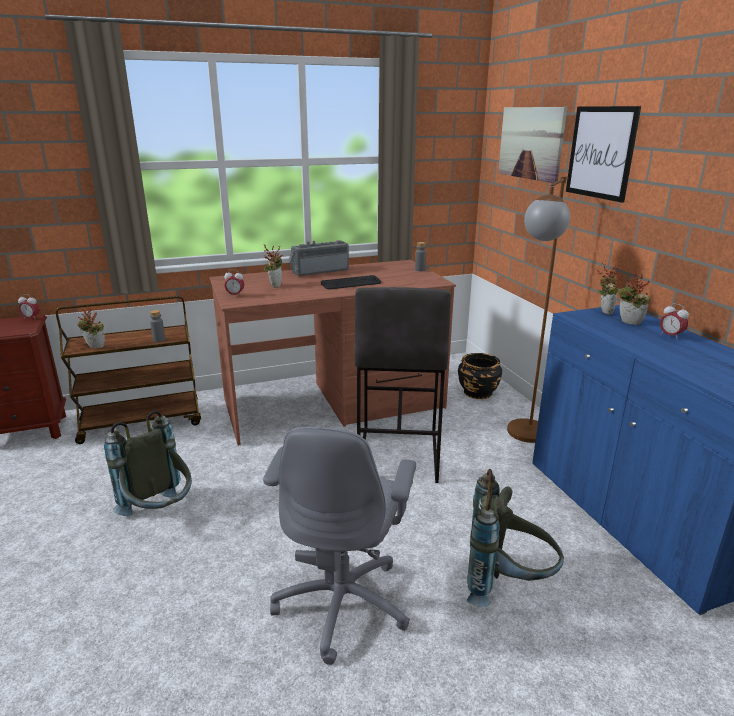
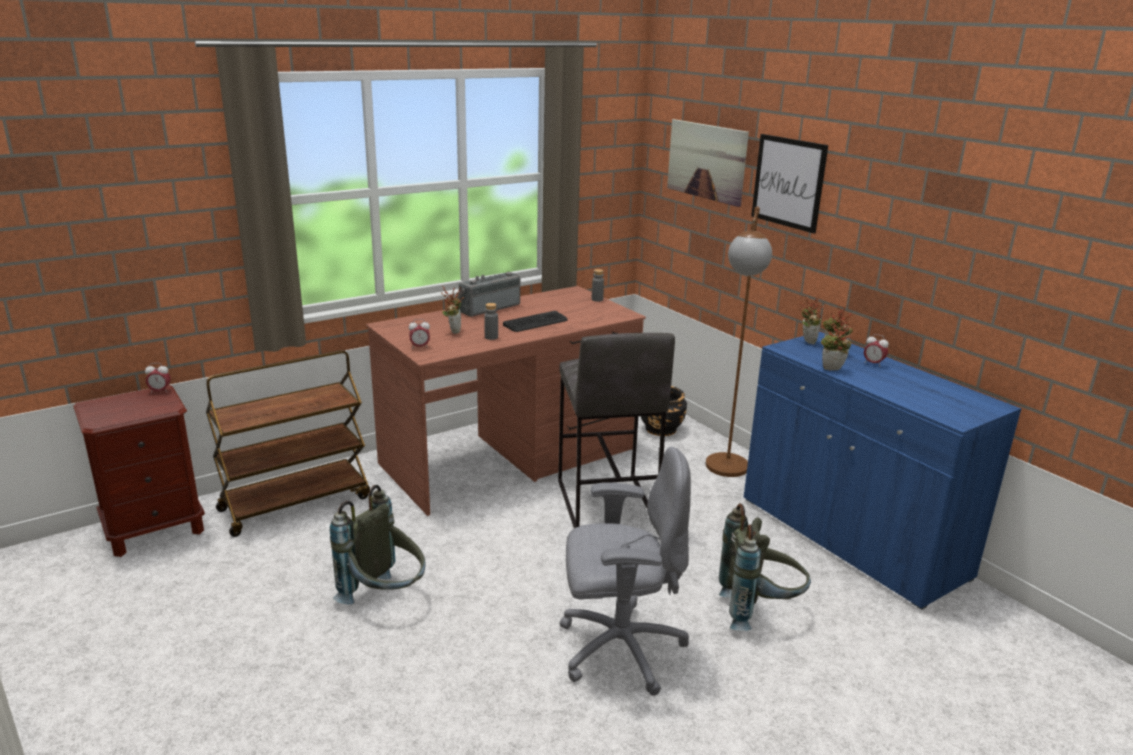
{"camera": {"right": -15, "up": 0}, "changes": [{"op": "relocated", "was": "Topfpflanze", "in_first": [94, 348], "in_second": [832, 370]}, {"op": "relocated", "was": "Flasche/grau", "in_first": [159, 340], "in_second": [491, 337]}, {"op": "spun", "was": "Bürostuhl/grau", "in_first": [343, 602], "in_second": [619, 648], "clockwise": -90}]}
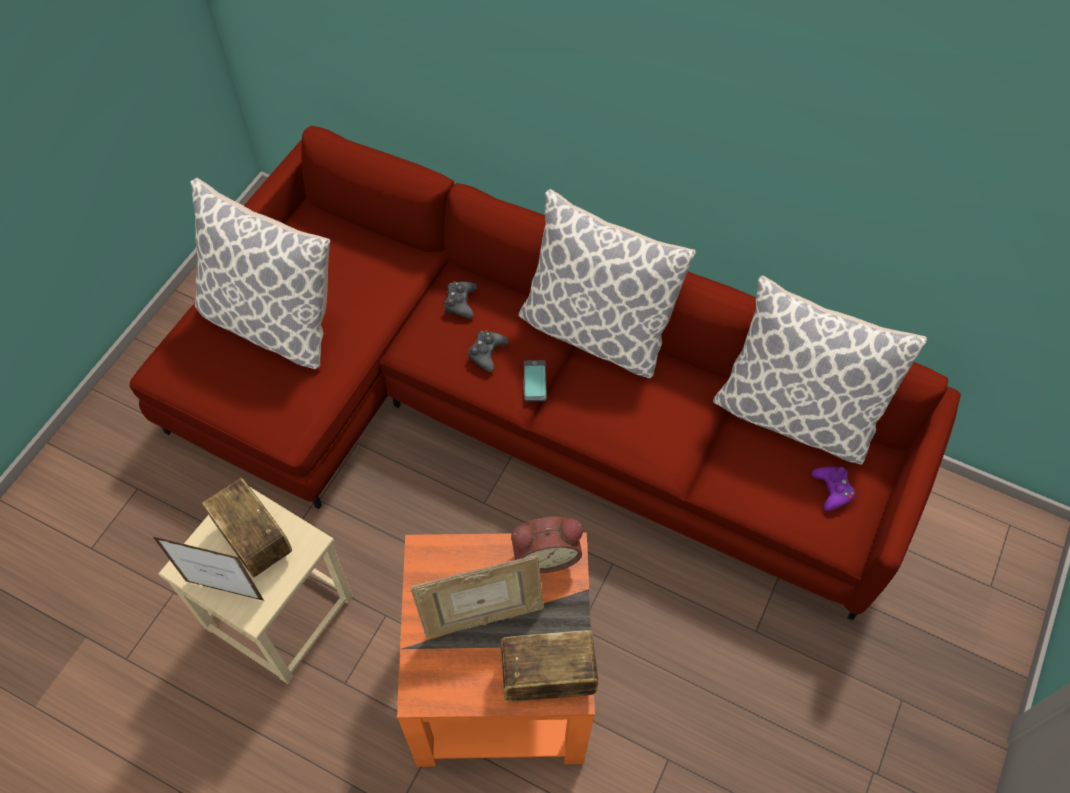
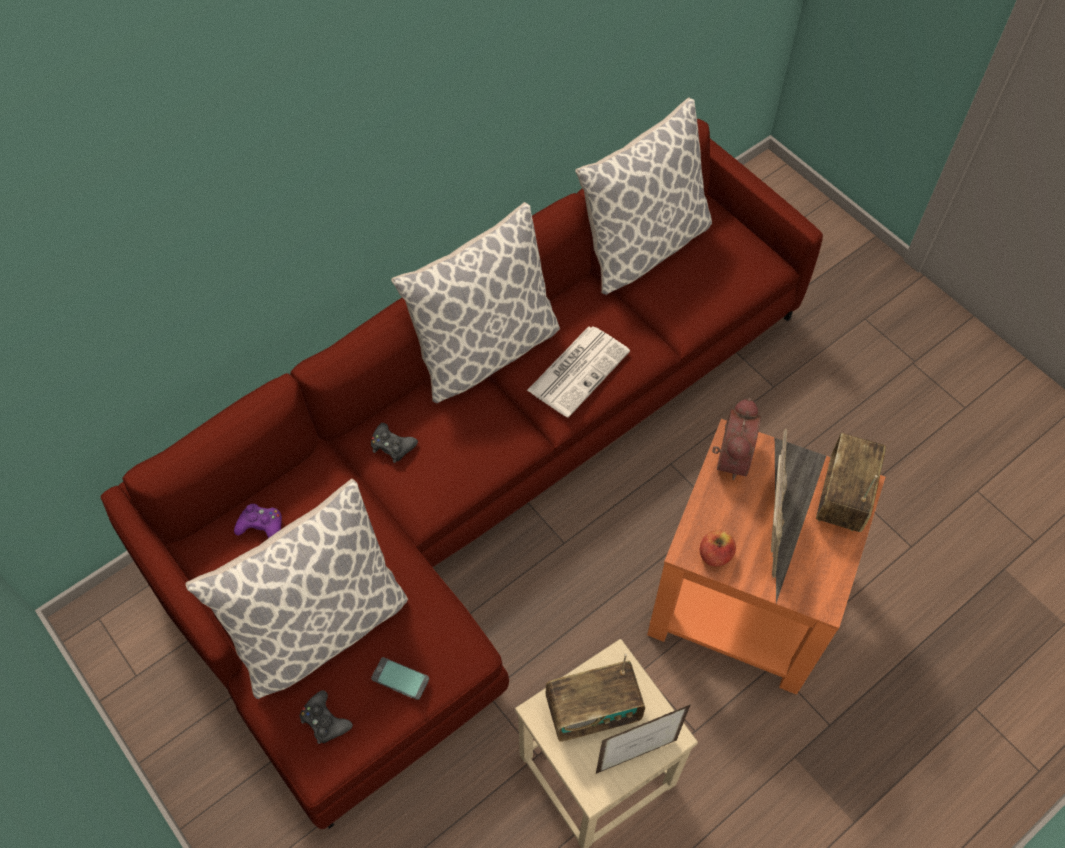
{"camera": {"right": -65, "up": 0}, "changes": [{"op": "relocated", "was": "Gamepad/schwarz", "in_first": [487, 353], "in_second": [324, 721]}, {"op": "relocated", "was": "Handy", "in_first": [534, 381], "in_second": [400, 679]}, {"op": "relocated", "was": "Gamepad/lila", "in_first": [832, 490], "in_second": [261, 526]}, {"op": "spun", "was": "Bilderrahmen", "in_first": [224, 591], "in_second": [636, 756], "clockwise": -150}, {"op": "appeared", "now": "Zeitung", "in_second": [579, 370]}, {"op": "appeared", "now": "Apfel", "in_second": [715, 555]}]}
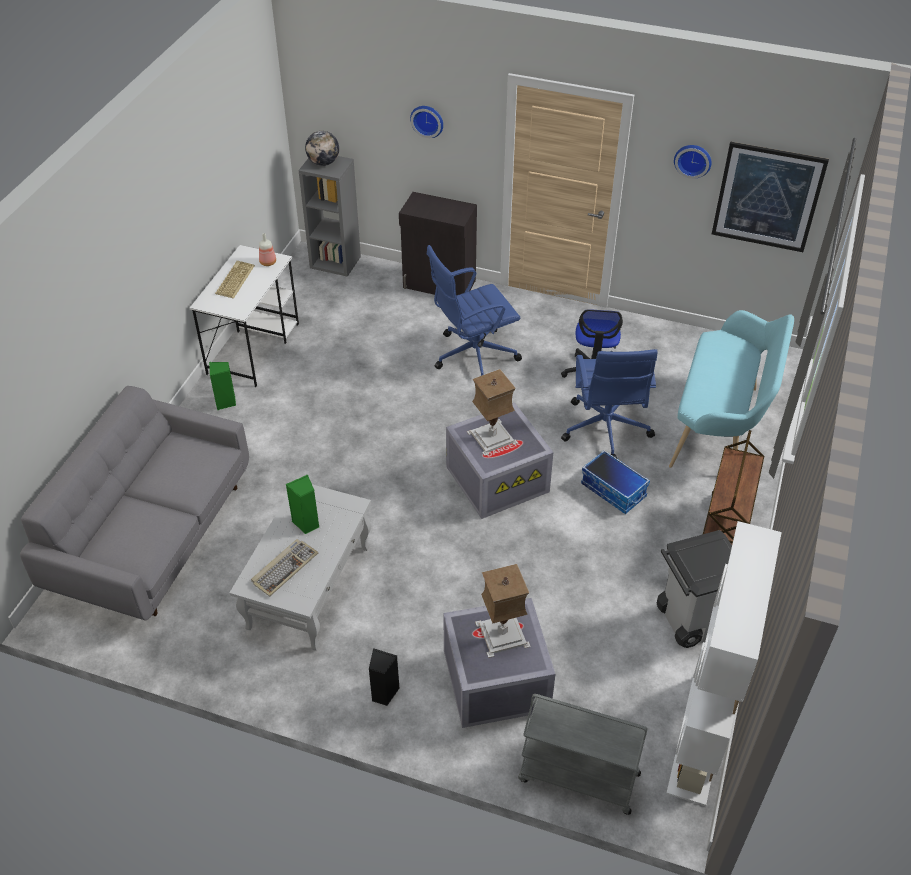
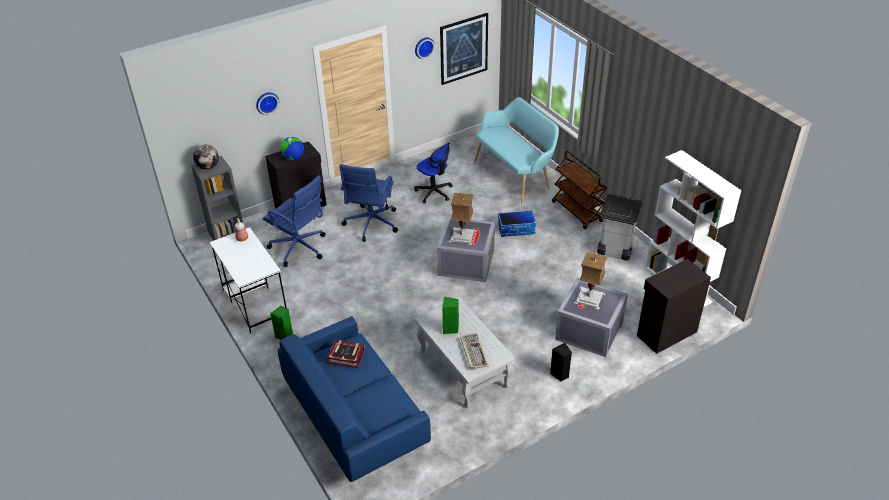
{"camera": {"right": -50, "up": -5}, "changes": [{"op": "missing", "was": "Tastatur", "in_first": [234, 279]}, {"op": "relocated", "was": "Bürostuhl/blau", "in_first": [605, 430], "in_second": [300, 248]}, {"op": "colour", "was": "Sofa/grau", "now": "Sofa/blau", "in_first": [153, 535], "in_second": [355, 417]}, {"op": "exchanged", "was": "Rollwagen/grau", "now": "Schrank/schwarz", "in_first": [577, 777], "in_second": [665, 333]}, {"op": "appeared", "now": "Globus", "in_second": [293, 158]}, {"op": "appeared", "now": "Buch", "in_second": [346, 356]}]}
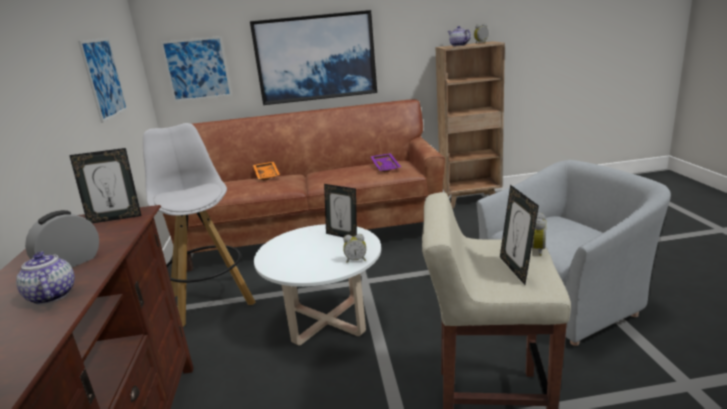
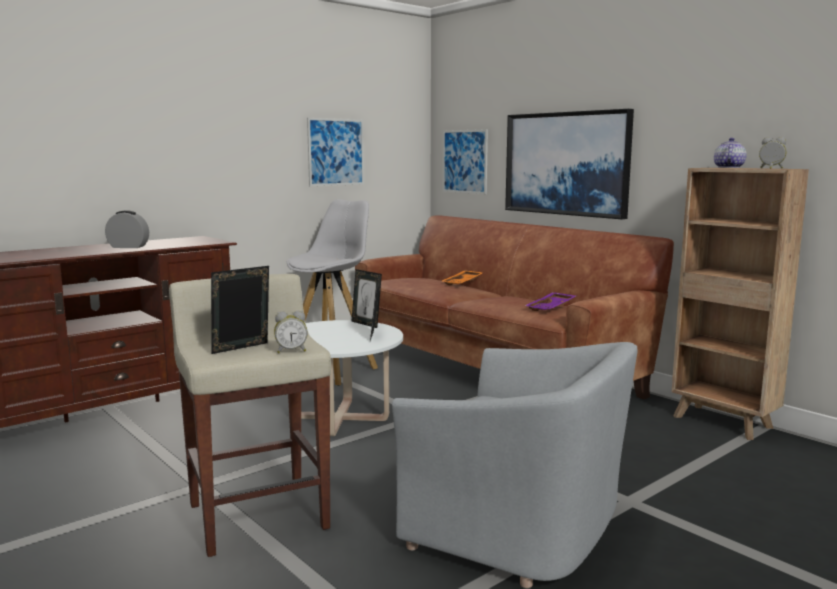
{"camera": {"right": 55, "up": -10}, "changes": [{"op": "relocated", "was": "Bilderrahmen", "in_first": [115, 218], "in_second": [366, 324]}, {"op": "missing", "was": "Wecker", "in_first": [356, 260]}, {"op": "missing", "was": "Teekanne", "in_first": [51, 295]}]}
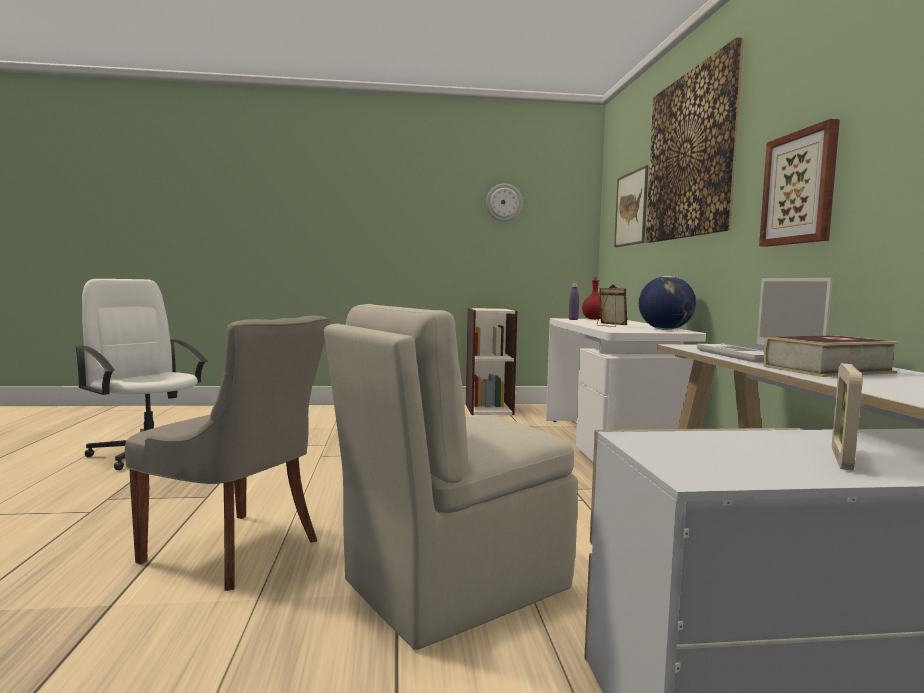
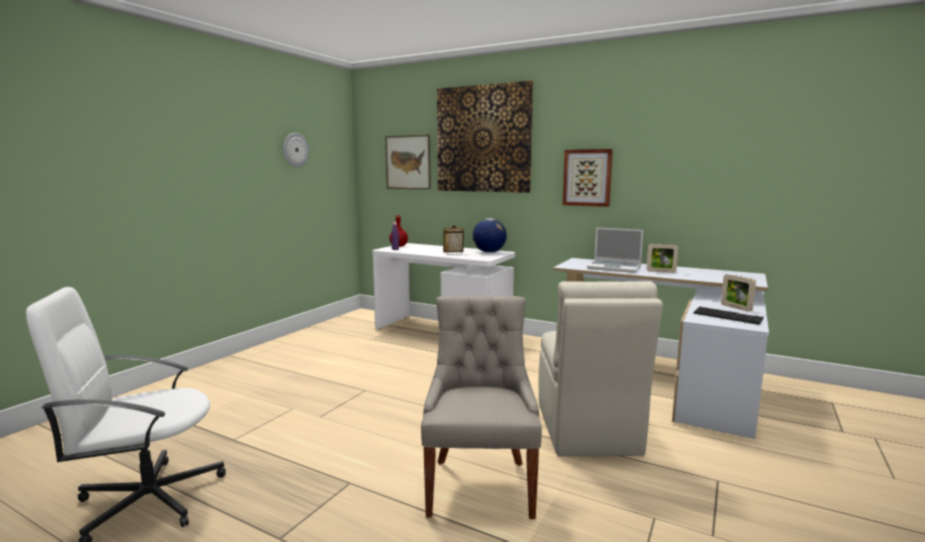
{"camera": {"right": -55, "up": 5}, "changes": [{"op": "missing", "was": "Bücherregal", "in_first": [489, 409]}, {"op": "spun", "was": "Stuhl/grau", "in_first": [236, 550], "in_second": [480, 485], "clockwise": -60}, {"op": "exchanged", "was": "Buch", "now": "Bilderrahmen", "in_first": [827, 369], "in_second": [661, 271]}, {"op": "appeared", "now": "Tastatur", "in_second": [727, 317]}]}
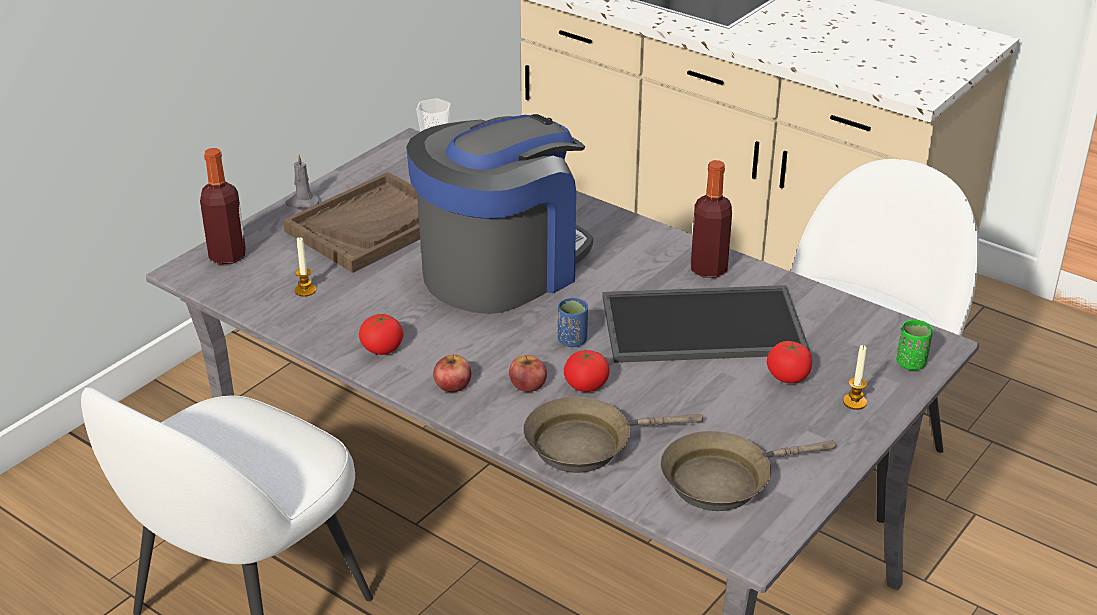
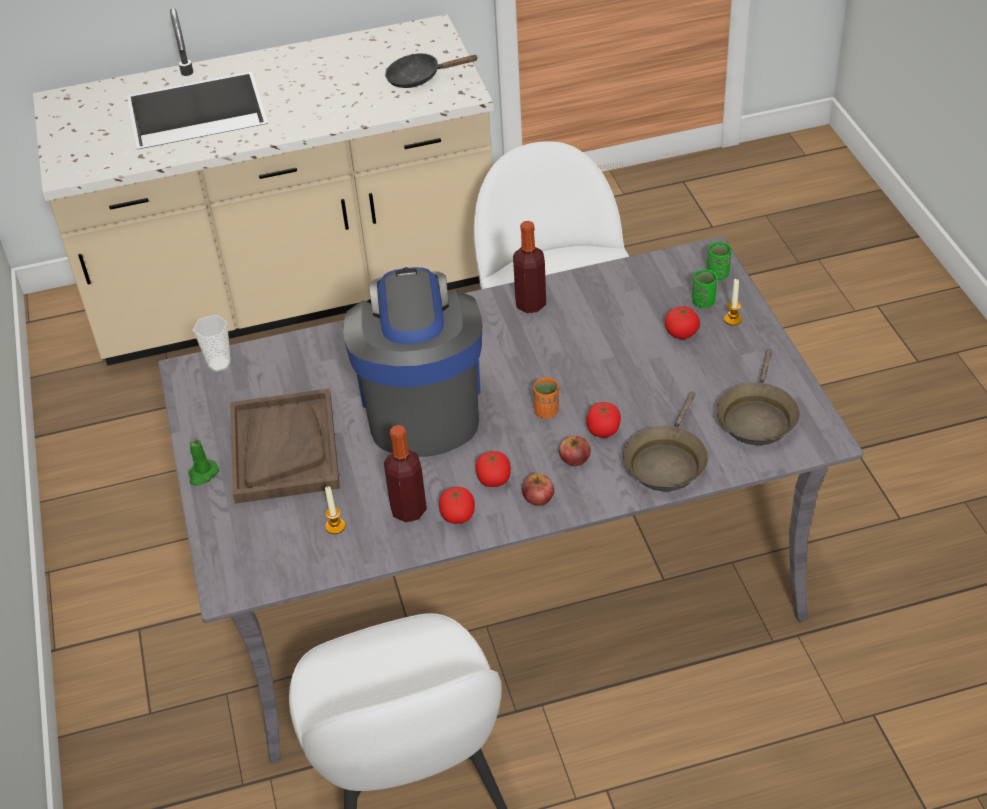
{"camera": {"right": -50, "up": 10}, "changes": [{"op": "relocated", "was": "Flasche", "in_first": [227, 256], "in_second": [408, 510]}, {"op": "colour", "was": "Kerze/grau", "now": "Kerze/grün", "in_first": [302, 202], "in_second": [202, 474]}, {"op": "missing", "was": "Tablett", "in_first": [701, 327]}, {"op": "colour", "was": "Tasse/blau", "now": "Tasse/orange", "in_first": [572, 341], "in_second": [546, 412]}, {"op": "appeared", "now": "Pfanne/schwarz", "in_second": [419, 78]}, {"op": "appeared", "now": "Tasse/grün", "in_second": [703, 302]}, {"op": "appeared", "now": "Tomate", "in_second": [494, 480]}]}
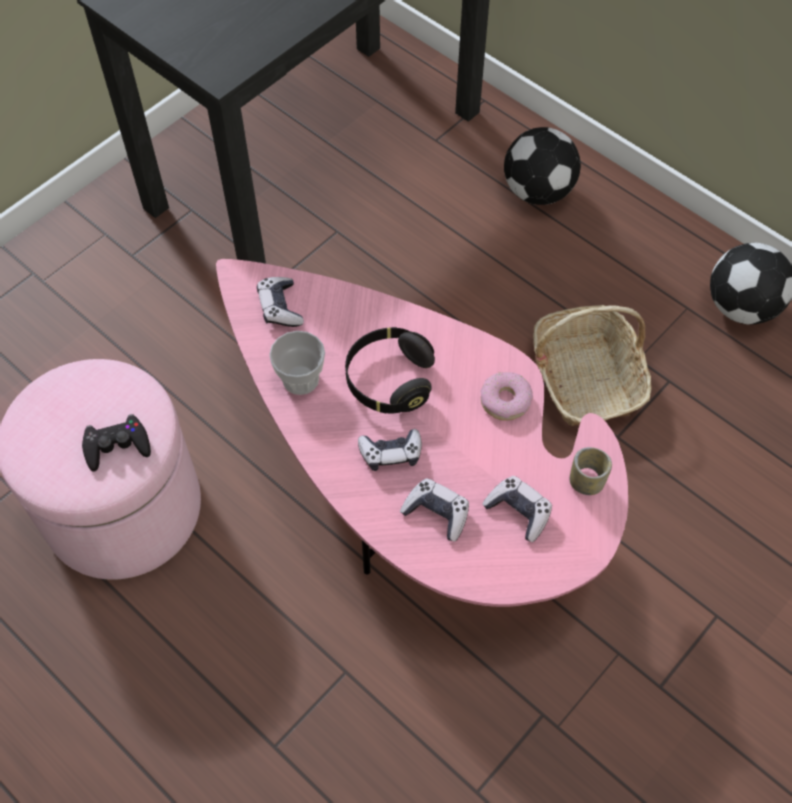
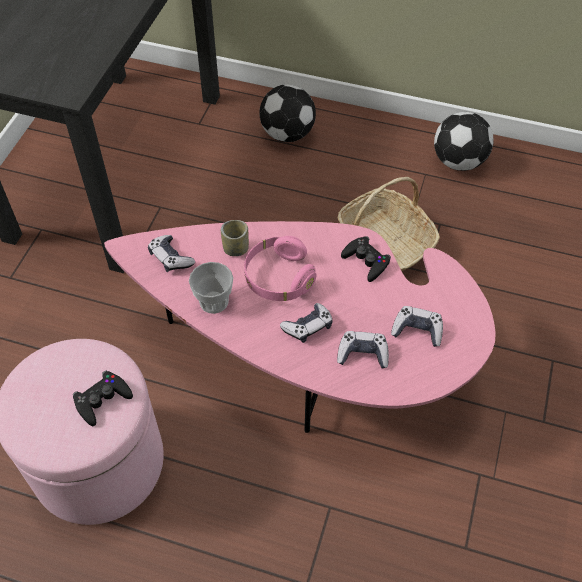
{"camera": {"right": -25, "up": -5}, "changes": [{"op": "colour", "was": "Kopfhörer/schwarz", "now": "Kopfhörer/rosa", "in_first": [389, 380], "in_second": [278, 278]}, {"op": "exchanged", "was": "Donut", "now": "Gamepad/schwarz", "in_first": [505, 400], "in_second": [366, 261]}, {"op": "relocated", "was": "Tasse", "in_first": [586, 482], "in_second": [236, 249]}]}
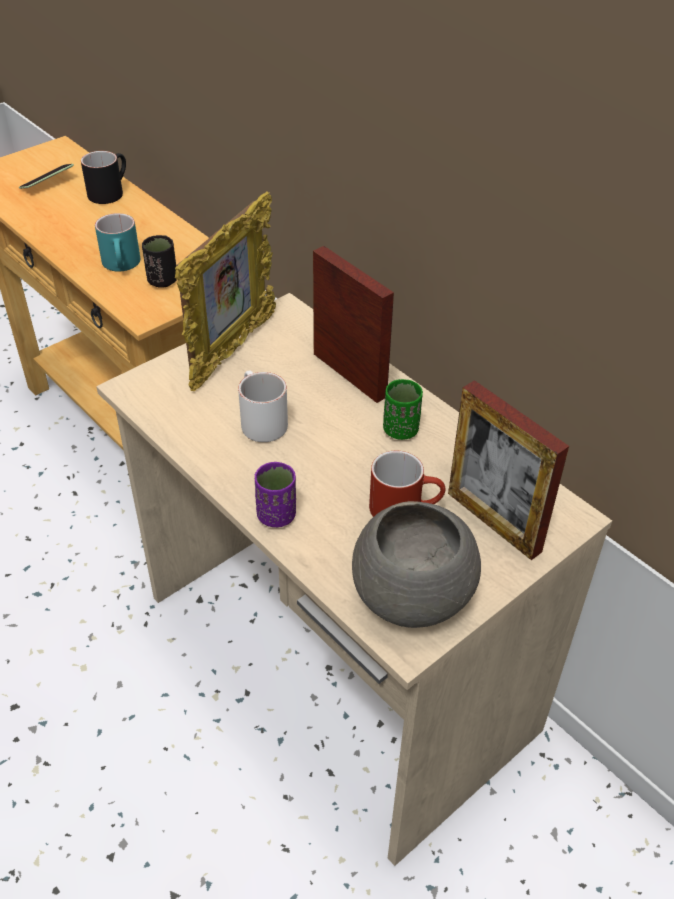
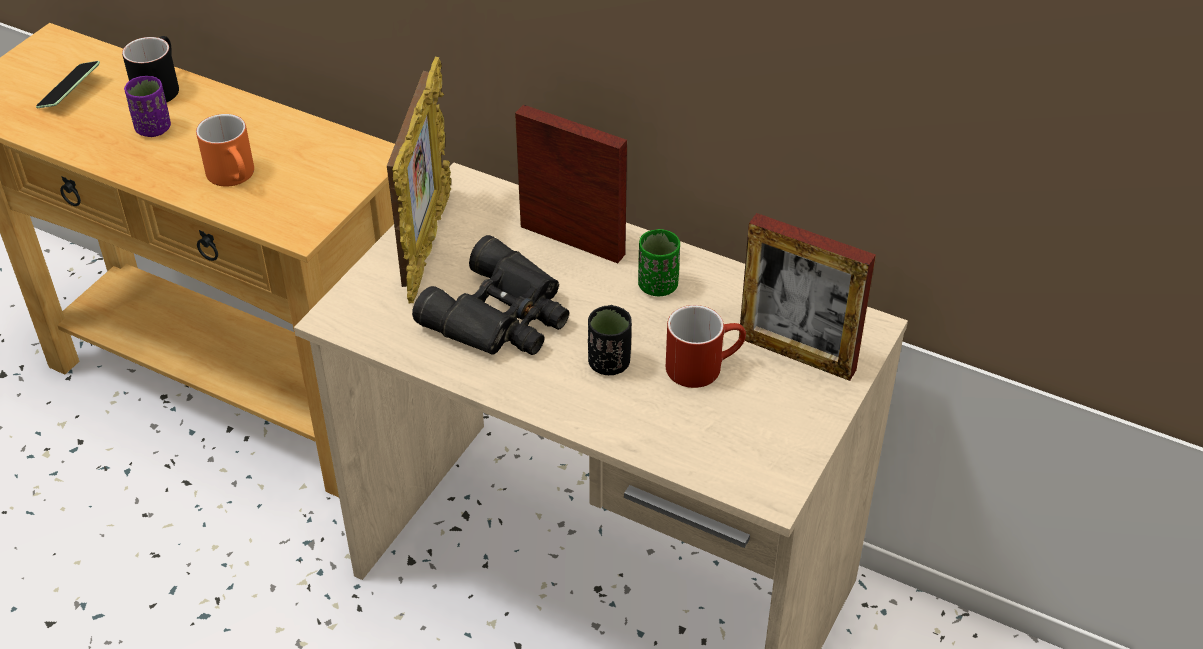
{"camera": {"right": -20, "up": 0}, "changes": [{"op": "colour", "was": "Henkelbecher/türkis", "now": "Henkelbecher/orange", "in_first": [123, 265], "in_second": [236, 176]}, {"op": "relocated", "was": "Tasse/schwarz", "in_first": [162, 281], "in_second": [609, 363]}, {"op": "exchanged", "was": "Henkelbecher/weiß", "now": "Fernglas/schwarz", "in_first": [259, 421], "in_second": [502, 316]}, {"op": "relocated", "was": "Tasse/lila", "in_first": [276, 515], "in_second": [153, 129]}, {"op": "missing", "was": "Schüssel/grau", "in_first": [411, 596]}]}
